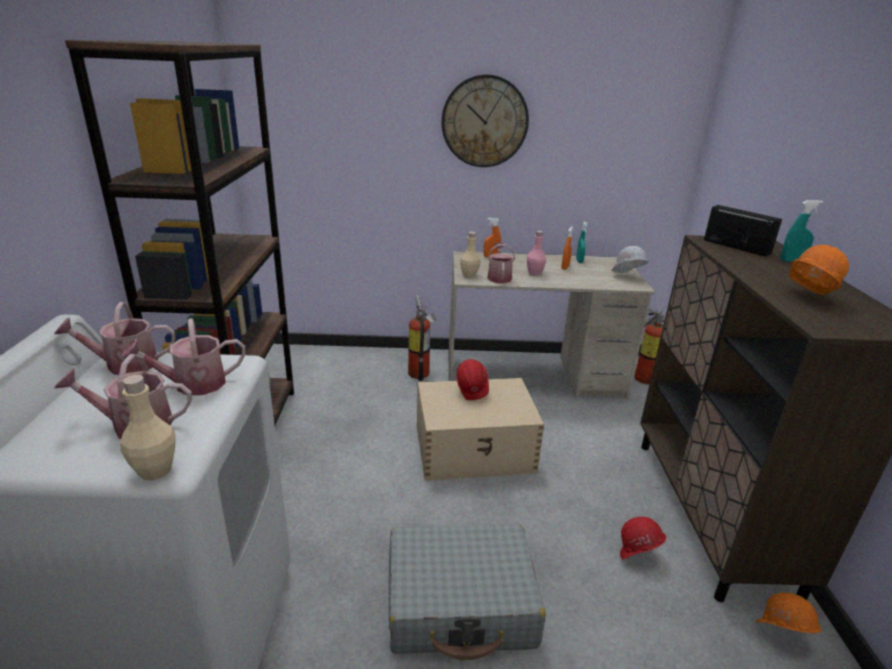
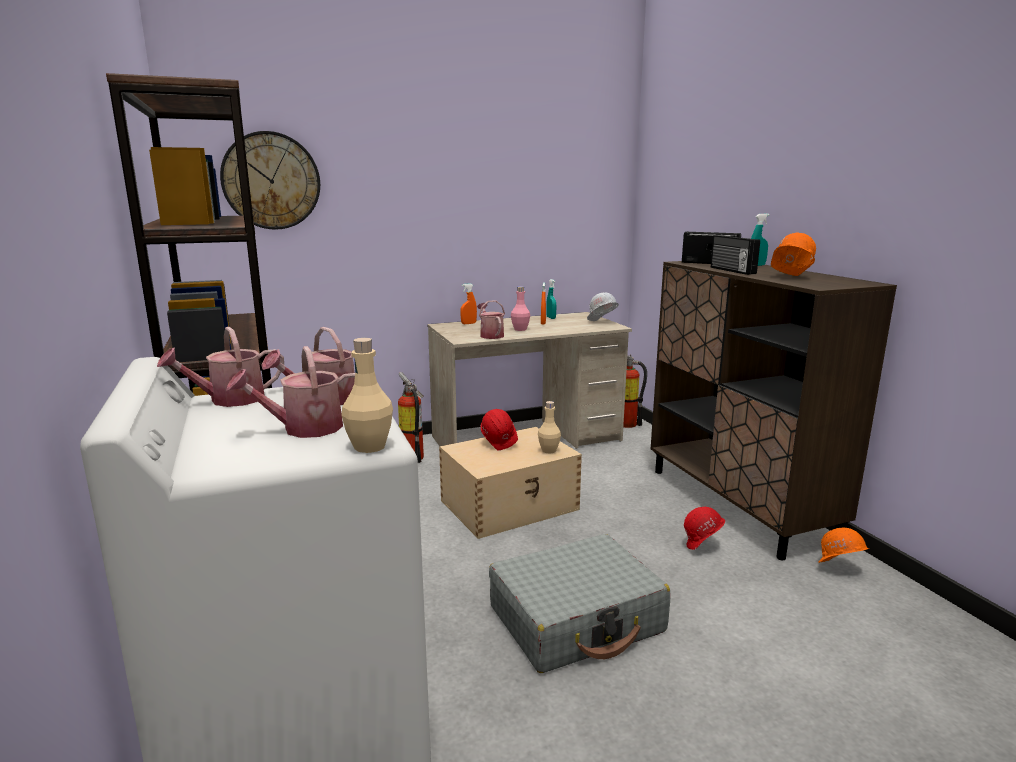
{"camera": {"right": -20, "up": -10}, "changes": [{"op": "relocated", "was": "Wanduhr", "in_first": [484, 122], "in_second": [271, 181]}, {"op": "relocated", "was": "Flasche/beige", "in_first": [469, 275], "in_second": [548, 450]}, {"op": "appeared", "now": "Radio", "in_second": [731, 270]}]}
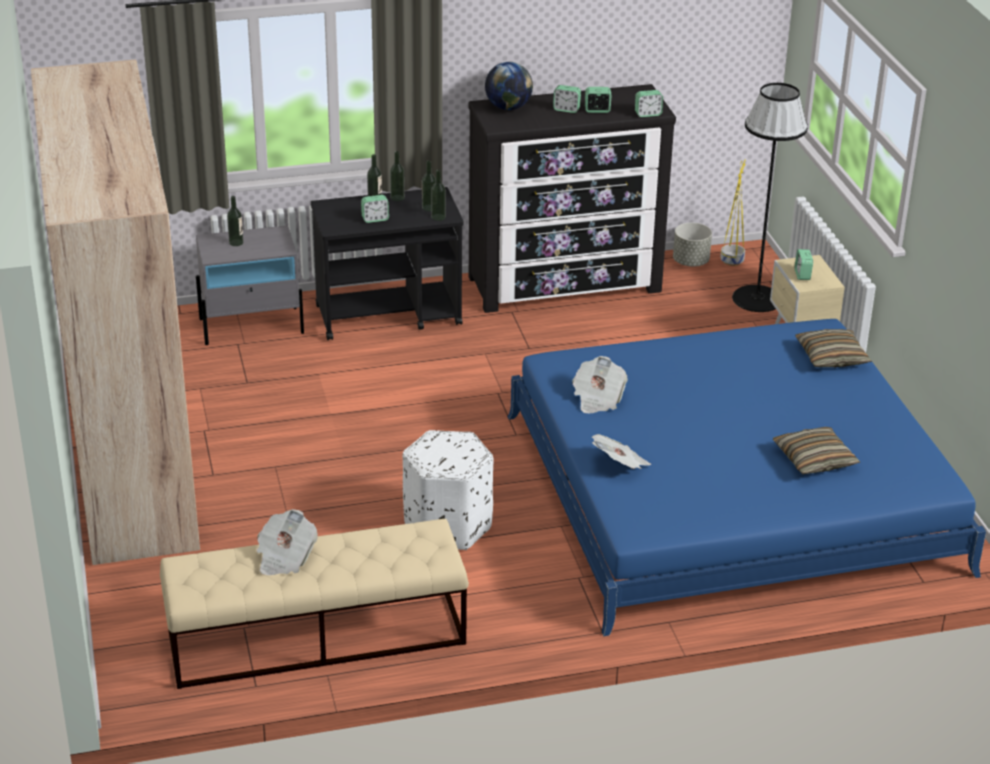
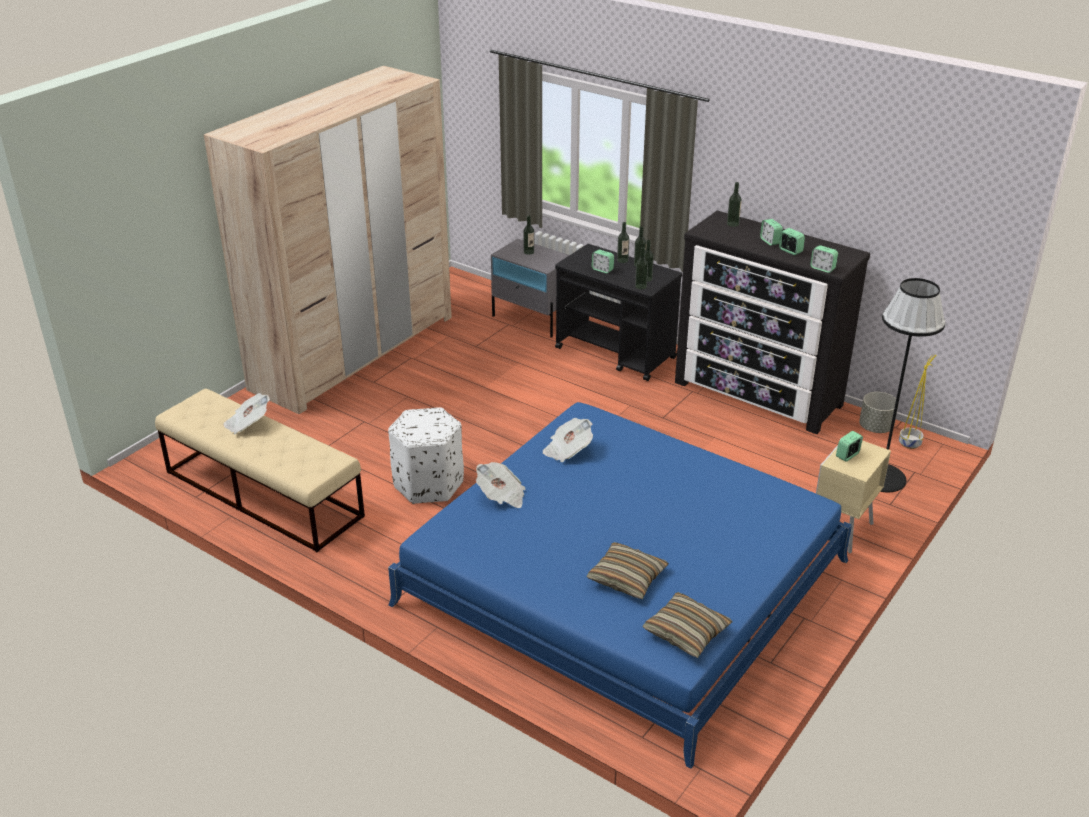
{"camera": {"right": 50, "up": 0}, "changes": [{"op": "exchanged", "was": "Globus", "now": "Flasche", "in_first": [508, 107], "in_second": [733, 224]}, {"op": "relocated", "was": "Kissen", "in_first": [831, 357], "in_second": [686, 632]}]}
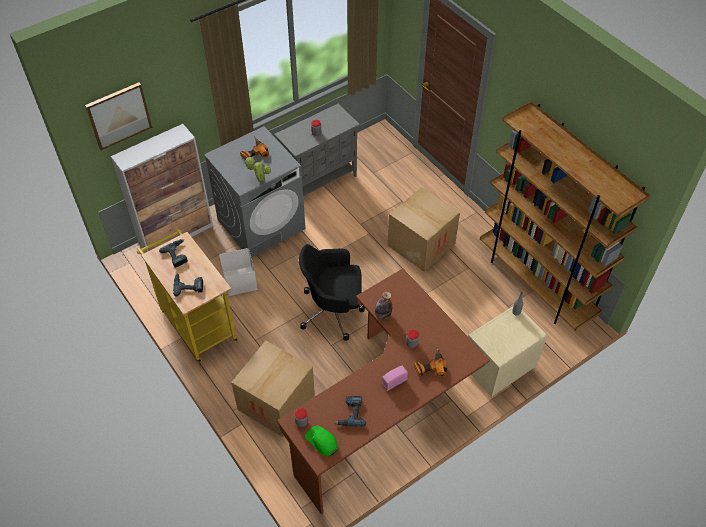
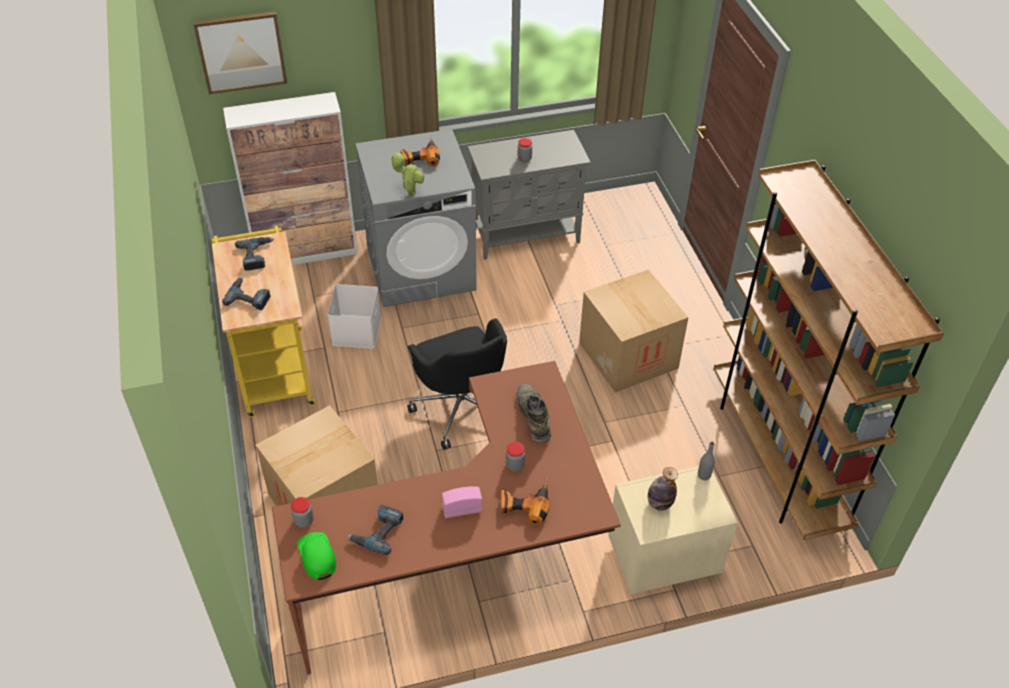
{"camera": {"right": 20, "up": -5}, "changes": [{"op": "spun", "was": "Bürostuhl/schwarz", "in_first": [333, 311], "in_second": [462, 406], "clockwise": -135}, {"op": "relocated", "was": "Flasche", "in_first": [382, 315], "in_second": [659, 503]}, {"op": "appeared", "now": "Stiefel/grün", "in_second": [533, 415]}]}
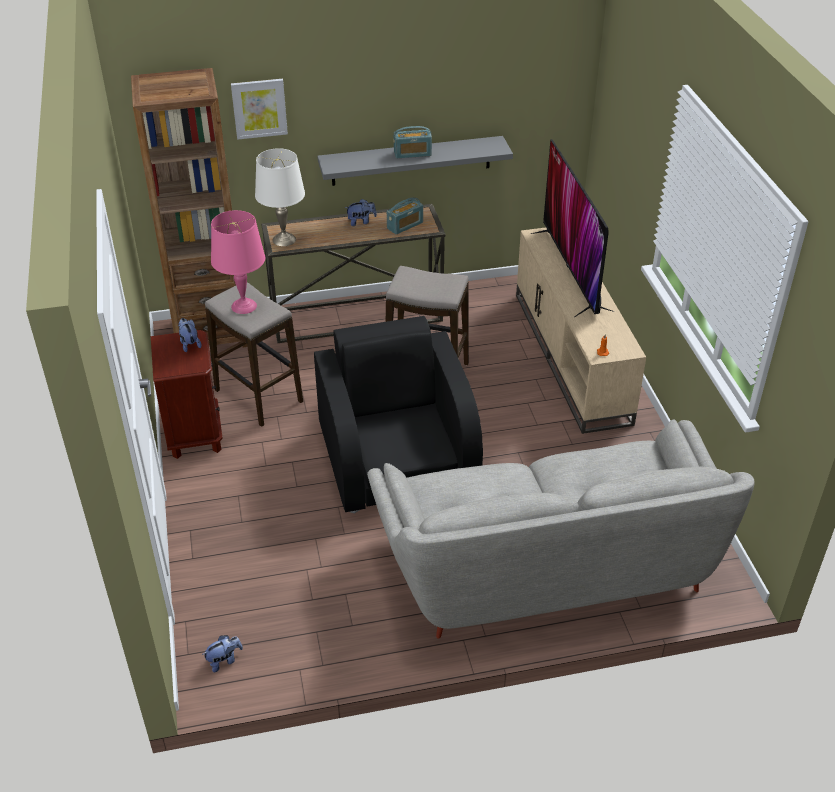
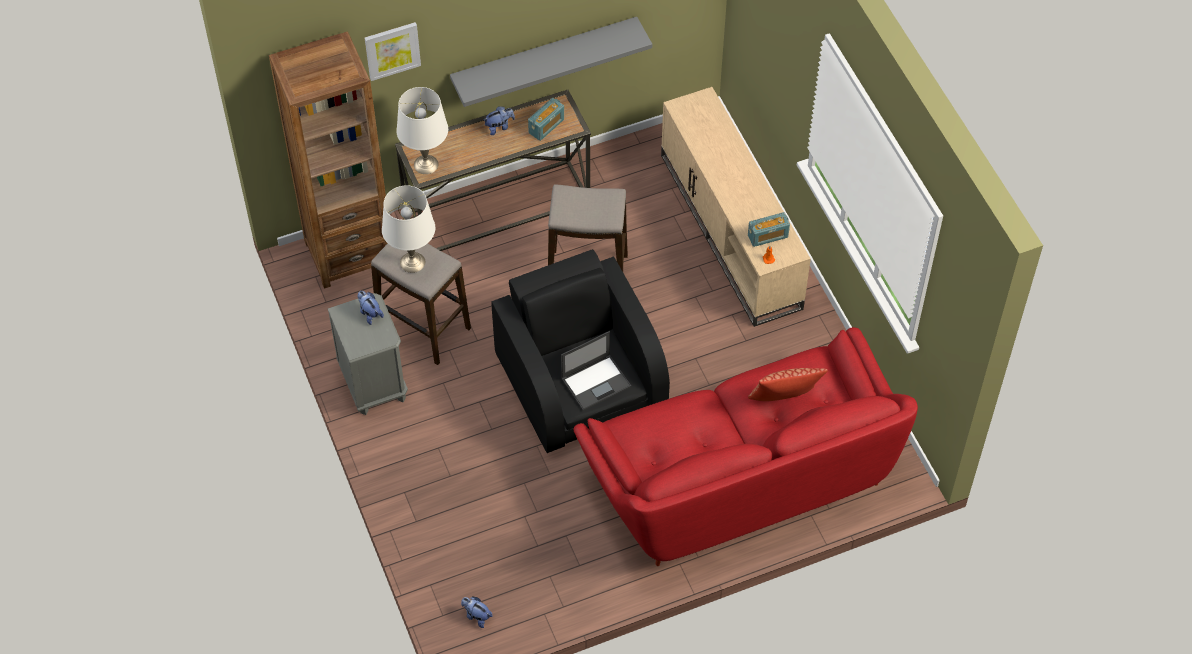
{"camera": {"right": -10, "up": 15}, "changes": [{"op": "relocated", "was": "Radio", "in_first": [412, 153], "in_second": [768, 236]}, {"op": "missing", "was": "Fernseher", "in_first": [571, 270]}, {"op": "colour", "was": "Tischlampe/rosa", "now": "Tischlampe/weiß", "in_first": [243, 306], "in_second": [412, 262]}, {"op": "colour", "was": "Nachttisch/braun", "now": "Nachttisch/grau", "in_first": [194, 434], "in_second": [373, 384]}, {"op": "colour", "was": "Sofa/grau", "now": "Sofa/rot", "in_first": [546, 561], "in_second": [740, 474]}, {"op": "spun", "was": "Plüschtier", "in_first": [224, 660], "in_second": [476, 616], "clockwise": -105}, {"op": "appeared", "now": "Laptop", "in_second": [596, 382]}, {"op": "appeared", "now": "Kissen", "in_second": [784, 400]}]}
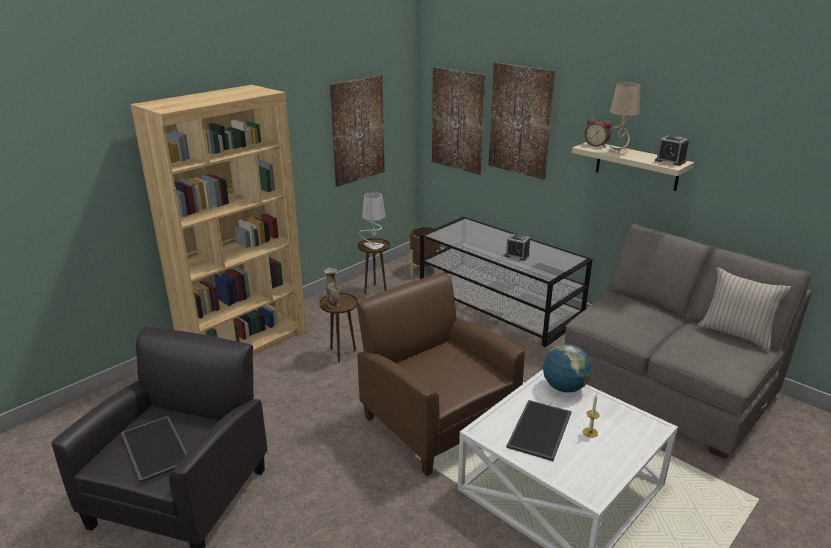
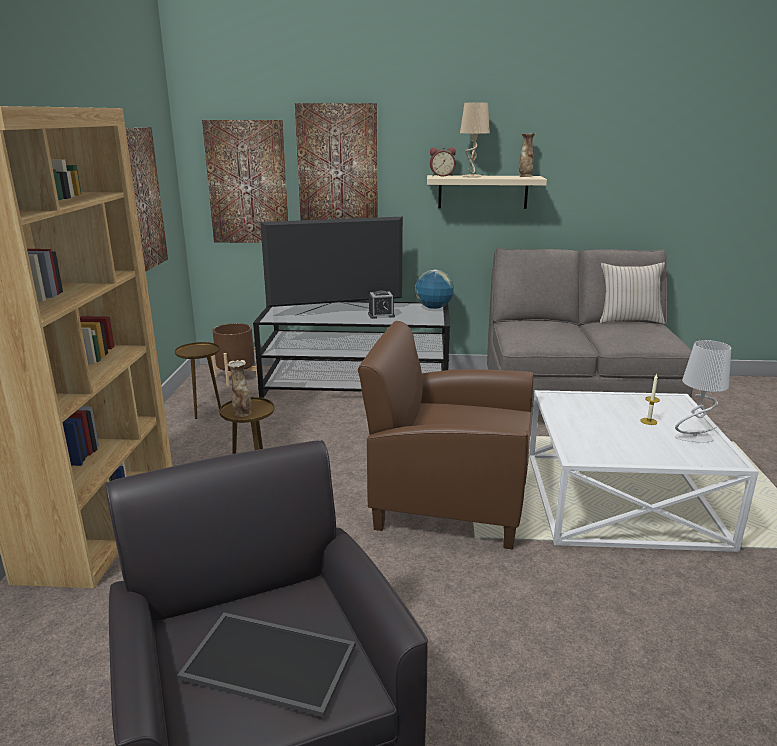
{"camera": {"right": -40, "up": -5}, "changes": [{"op": "exchanged", "was": "Wecker", "now": "Vase", "in_first": [670, 161], "in_second": [525, 176]}, {"op": "relocated", "was": "Tischlampe/grau", "in_first": [373, 246], "in_second": [693, 438]}, {"op": "relocated", "was": "Globus", "in_first": [564, 387], "in_second": [433, 308]}, {"op": "missing", "was": "Tablett", "in_first": [541, 430]}, {"op": "appeared", "now": "Fernseher", "in_second": [336, 312]}]}
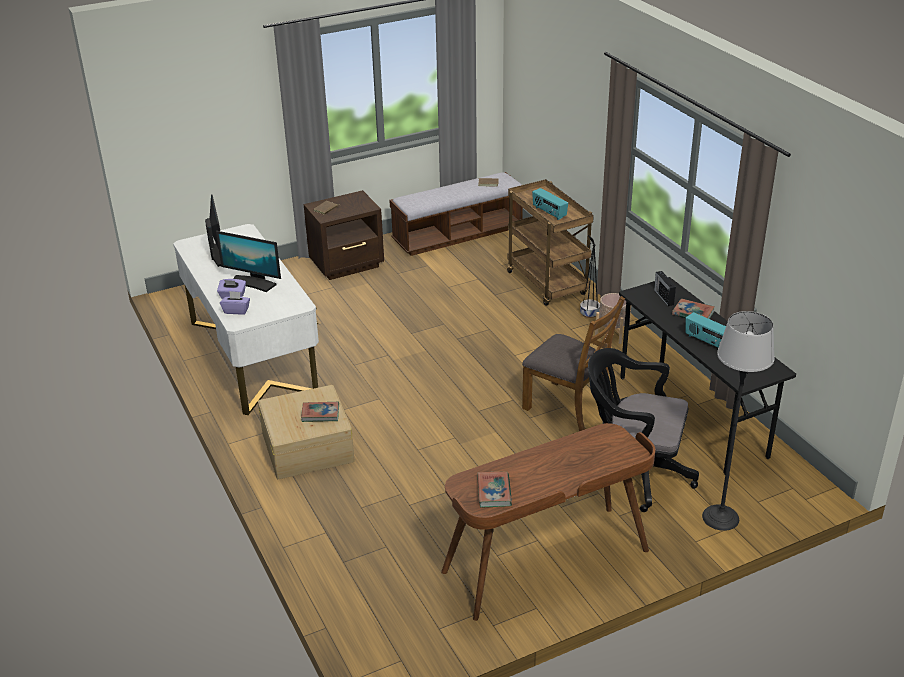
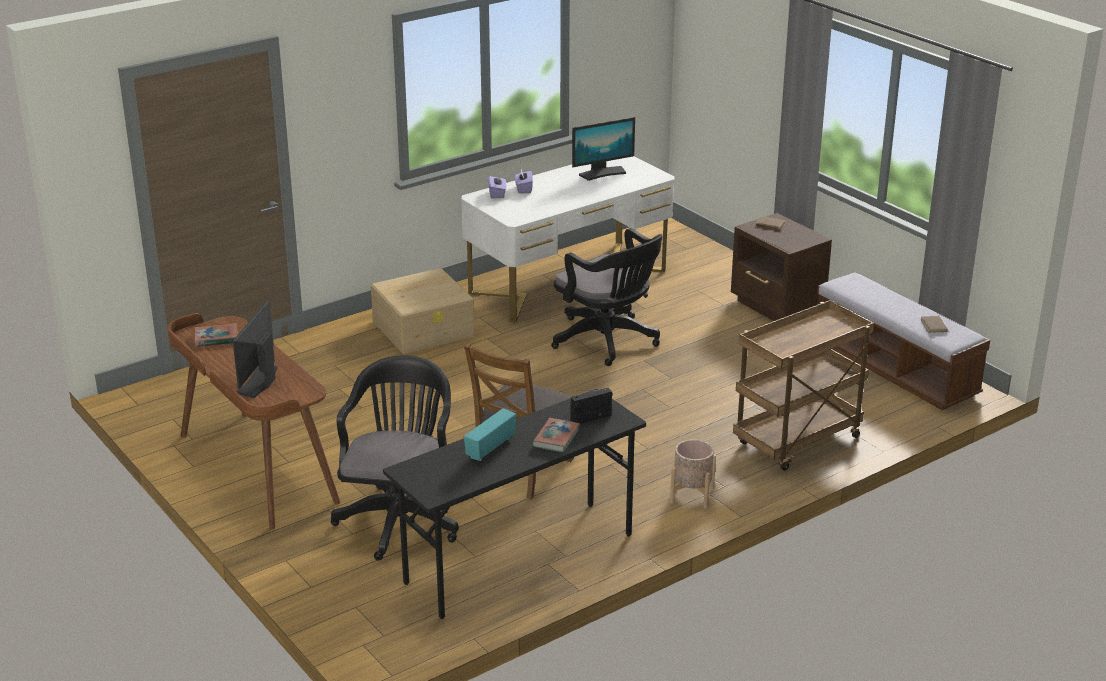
{"camera": {"right": 80, "up": -5}, "changes": [{"op": "missing", "was": "Radio", "in_first": [549, 213]}, {"op": "relocated", "was": "Monitor", "in_first": [253, 283], "in_second": [259, 382]}, {"op": "missing", "was": "Pflanzkübel/schwarz", "in_first": [589, 313]}, {"op": "missing", "was": "Stehlampe", "in_first": [720, 518]}, {"op": "missing", "was": "Buch", "in_first": [320, 414]}, {"op": "appeared", "now": "Bürostuhl/schwarz", "in_second": [608, 341]}]}
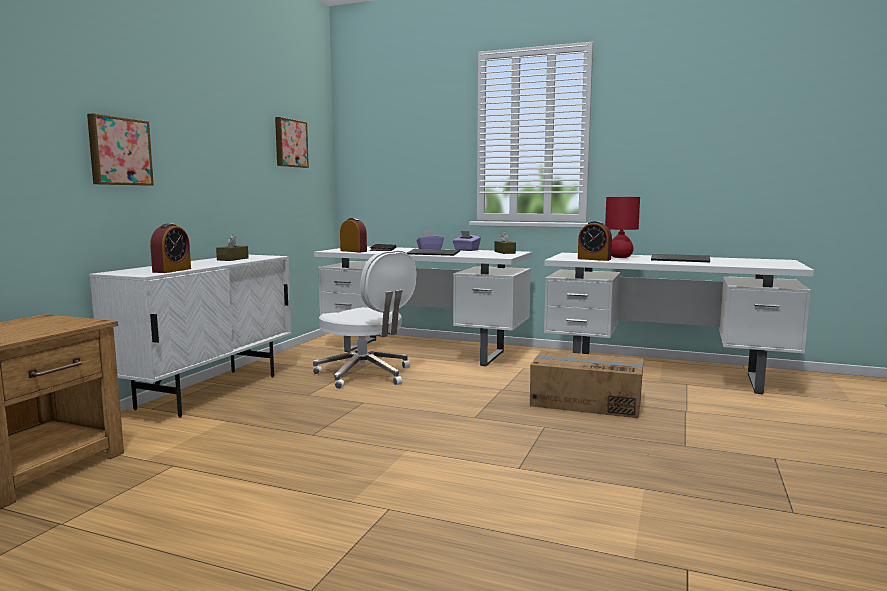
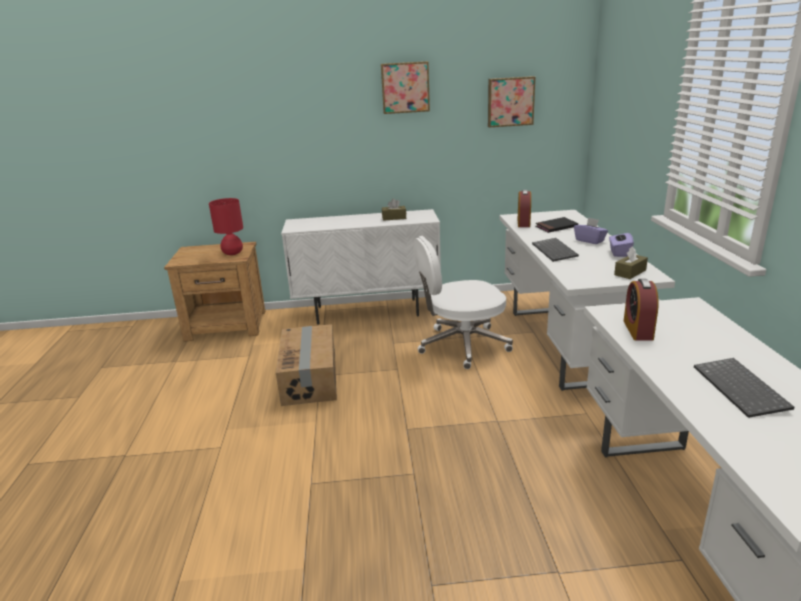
{"camera": {"right": 65, "up": 15}, "changes": [{"op": "relocated", "was": "Bild", "in_first": [119, 151], "in_second": [405, 87]}, {"op": "relocated", "was": "Tischlampe/rot", "in_first": [620, 257], "in_second": [232, 253]}, {"op": "missing", "was": "Wecker", "in_first": [172, 270]}, {"op": "spun", "was": "Bürostuhl/weiß", "in_first": [366, 375], "in_second": [462, 345], "clockwise": 60}, {"op": "relocated", "was": "Karton", "in_first": [586, 402], "in_second": [310, 378]}]}
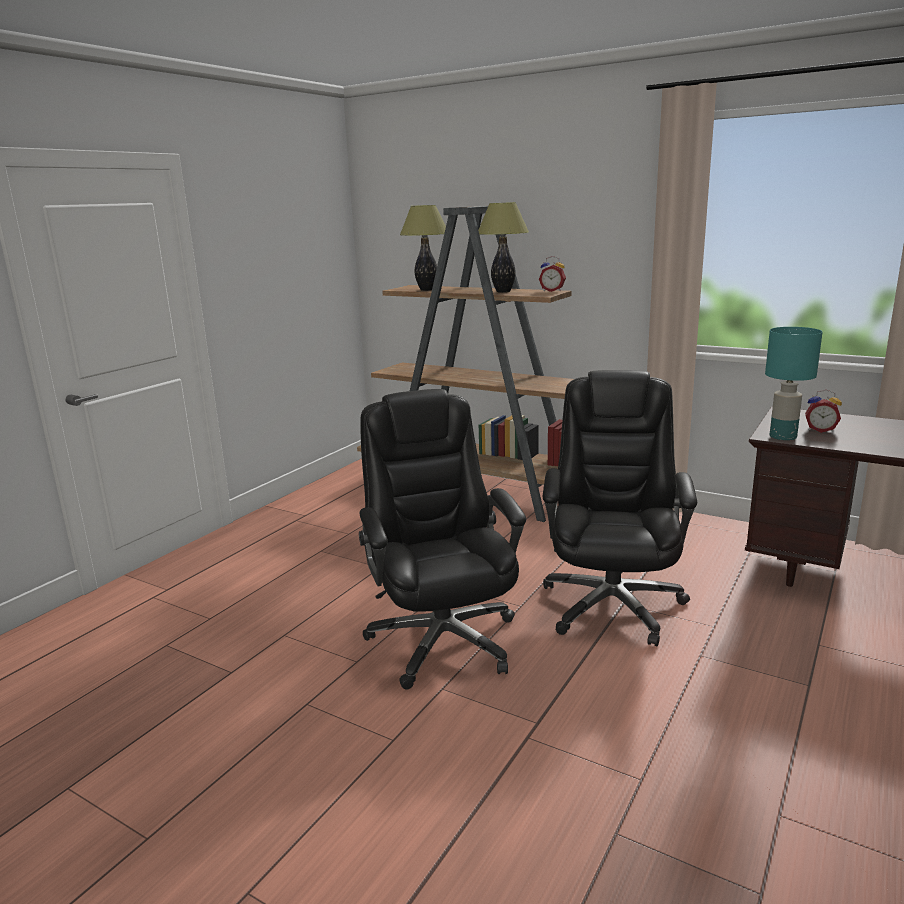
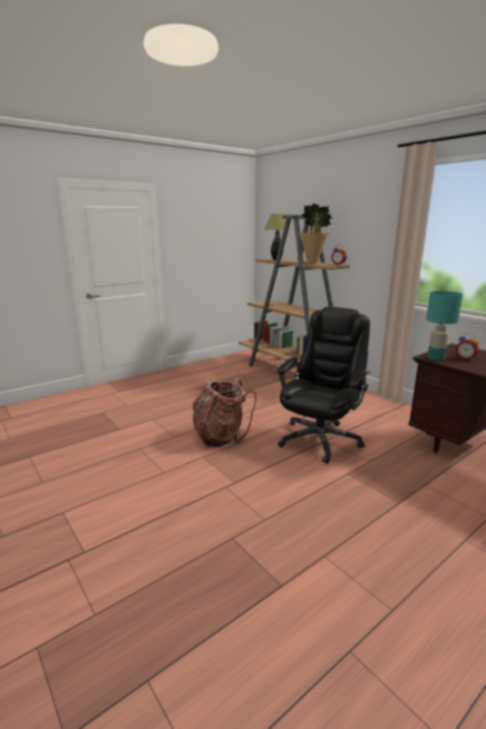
{"camera": {"right": 20, "up": 0}, "changes": [{"op": "exchanged", "was": "Tischlampe", "now": "Topfpflanze", "in_first": [503, 291], "in_second": [312, 263]}, {"op": "exchanged", "was": "Bürostuhl/schwarz", "now": "Rucksack", "in_first": [442, 639], "in_second": [220, 436]}]}
